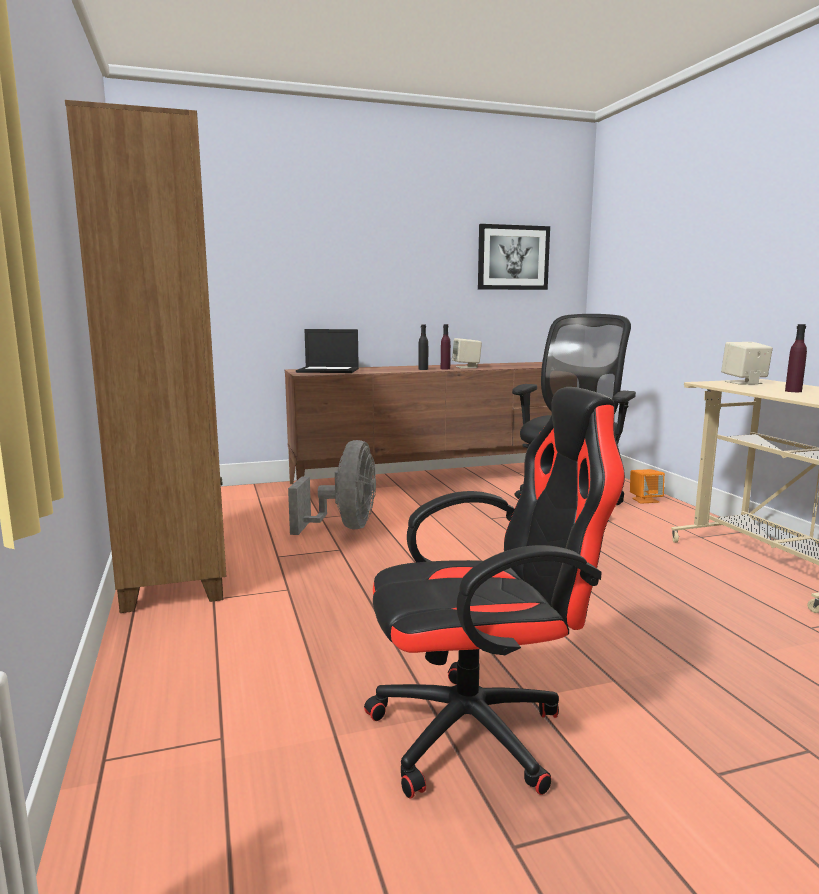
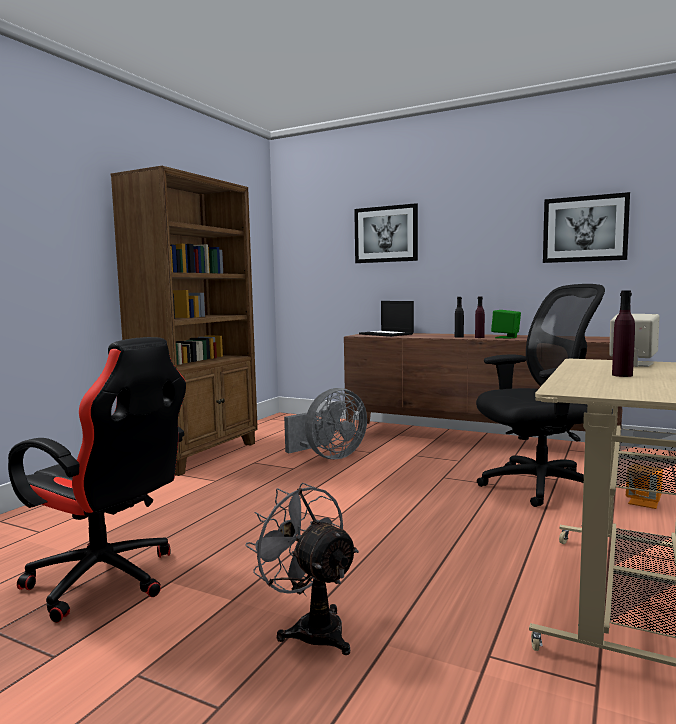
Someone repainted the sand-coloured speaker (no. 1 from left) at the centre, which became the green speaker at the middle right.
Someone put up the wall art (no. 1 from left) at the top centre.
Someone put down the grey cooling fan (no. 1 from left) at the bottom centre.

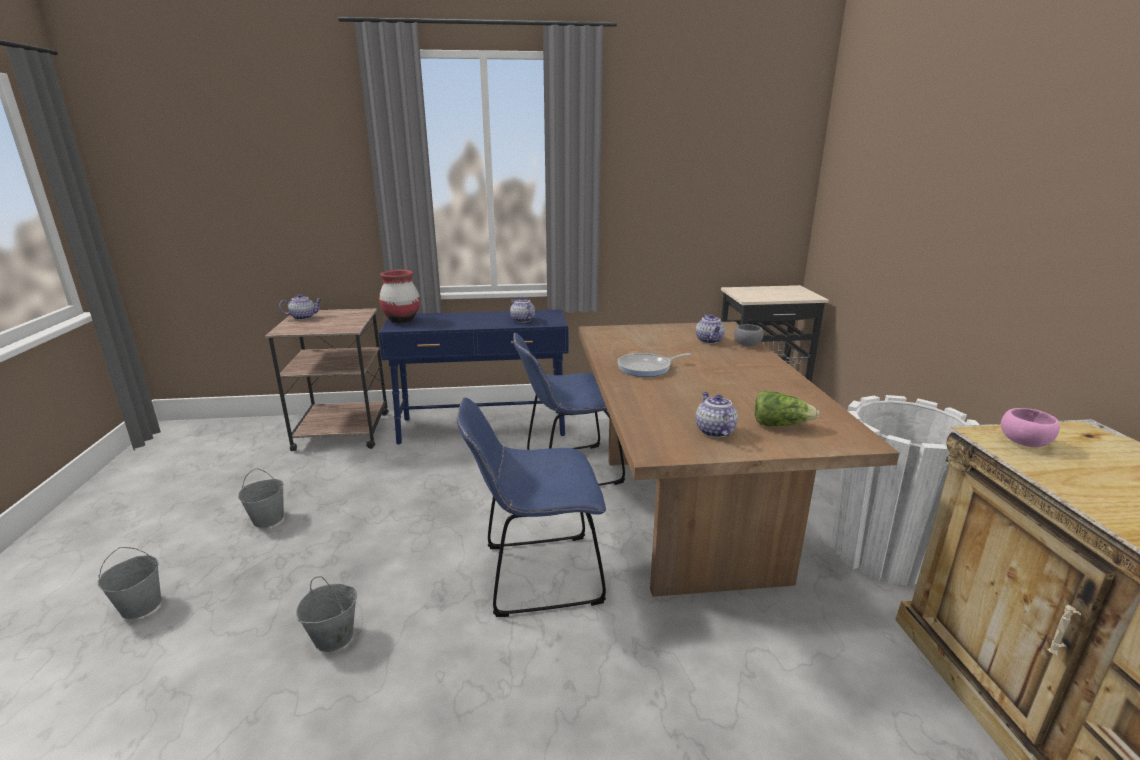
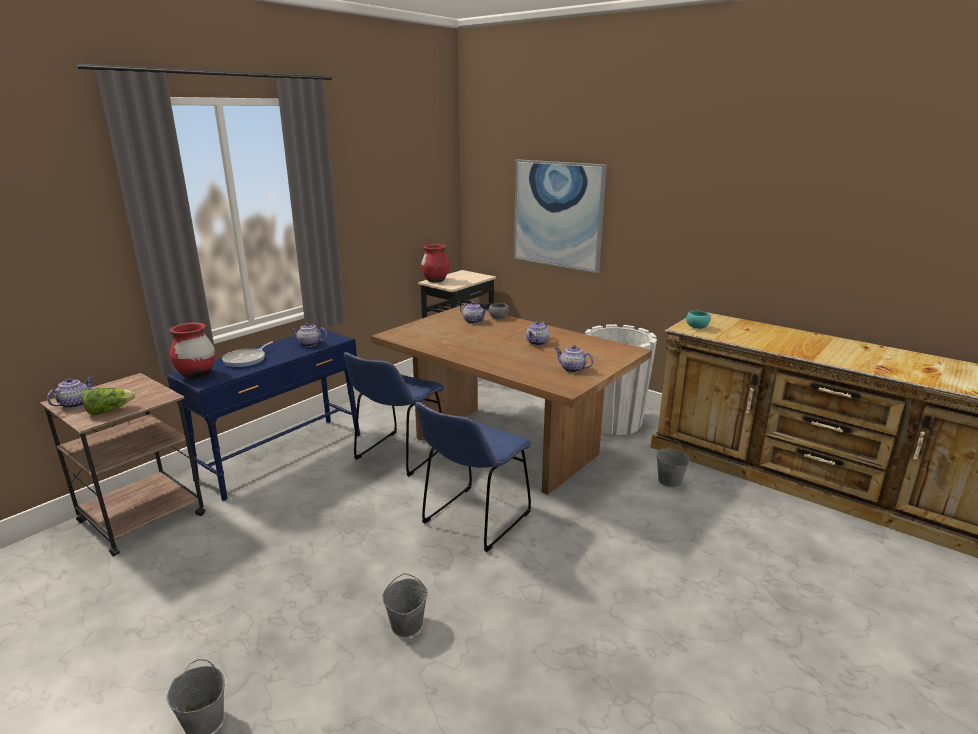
Someone carried the frying pan from the centre to the middle left.
Someone carried the head of lettuce from the middle right to the middle left.
Someone repainted the pink-coloured deep dish at the middle right, which became the turquoise deep dish at the middle right.
Someone carried the grey pail (no. 2 from left in the first image) from the middle left to the middle right.
Someone put up the wall art at the top centre.
Someone put down the red vase (no. 2 from left) at the centre.
Someone put down the teapot (no. 4 from left) at the centre.

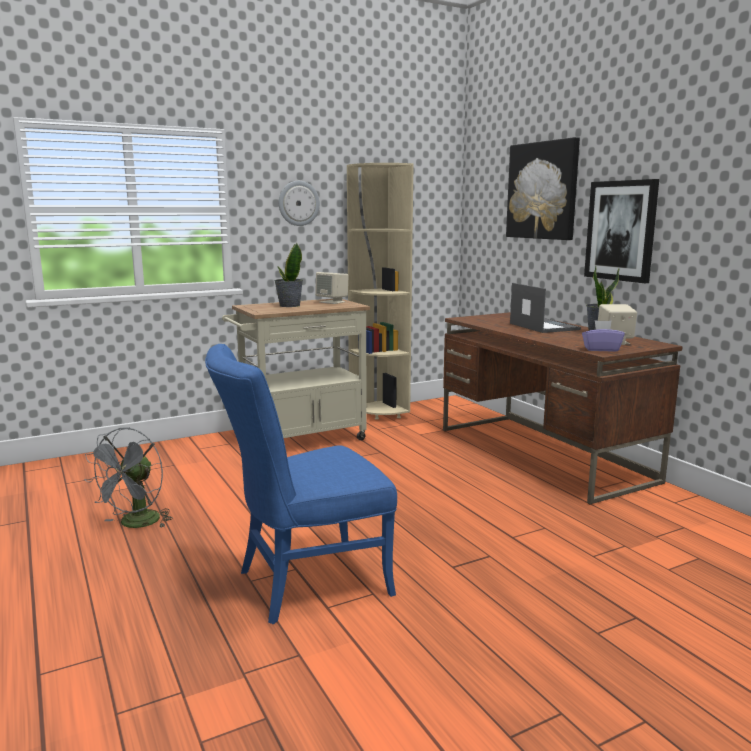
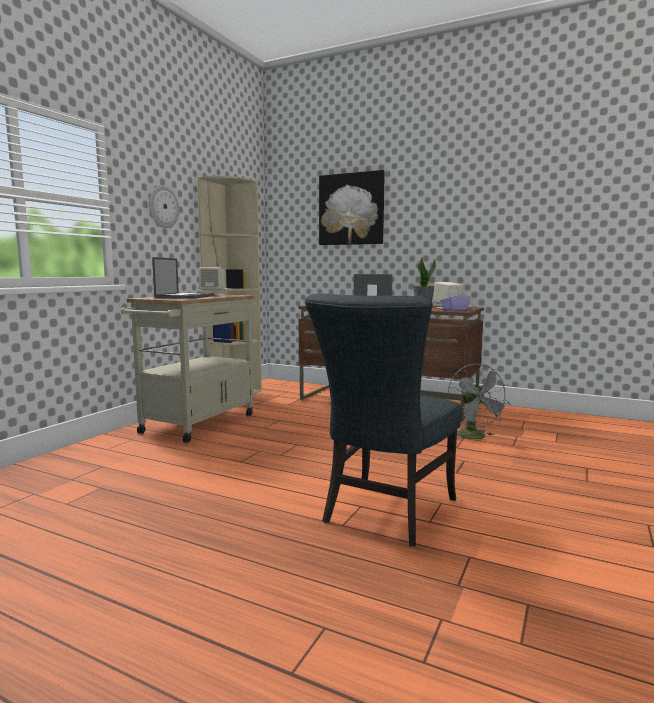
Someone took away the wall art (no. 2 from left) at the top right.
Someone swapped the plant in a pot (no. 1 from left) at the centre for the portable computer (no. 1 from left) at the middle left.
Someone repainted the blue-coloured upright chair at the centre, which became the grey upright chair at the centre.
Someone carried the grey cooling fan from the middle left to the middle right.

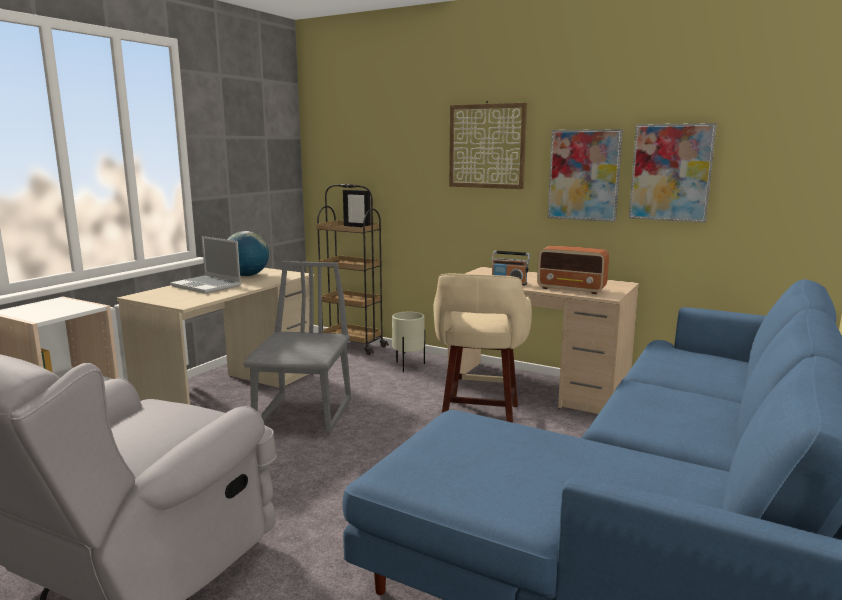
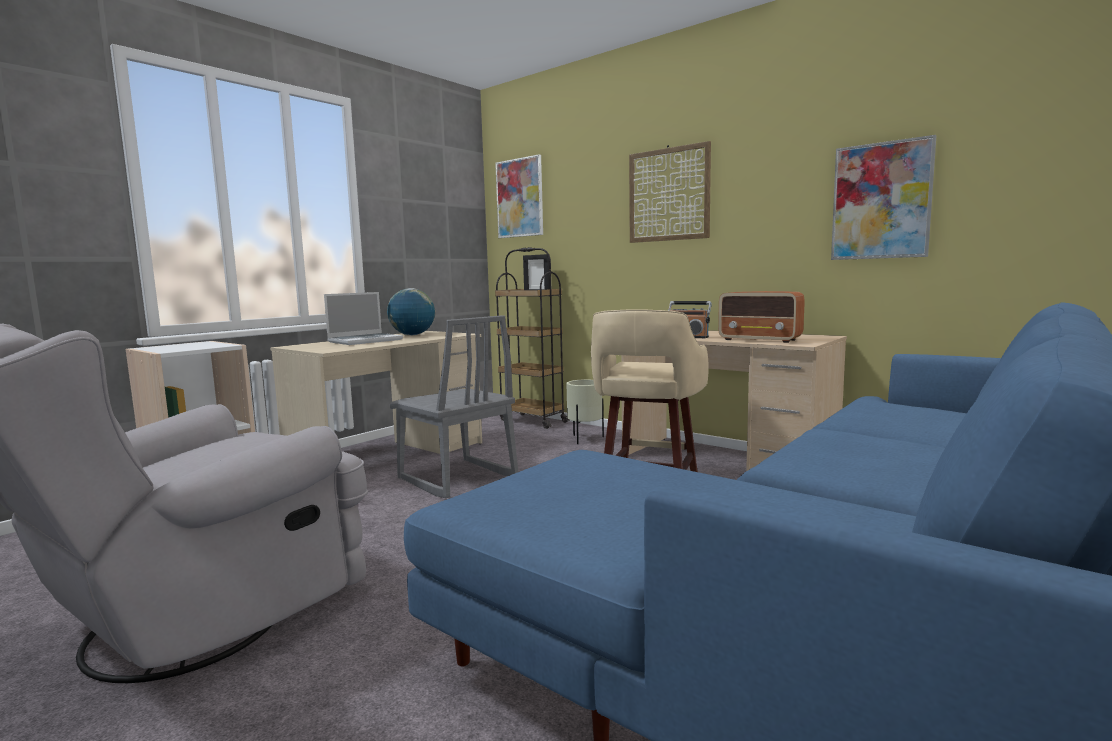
Someone carried the wall art (no. 2 from left in the first image) from the top right to the top centre.
Someone rotated the portable computer at the middle left by 90 degrees counterclockwise.
Someone rotated the grey upright chair at the centre by 120 degrees clockwise.

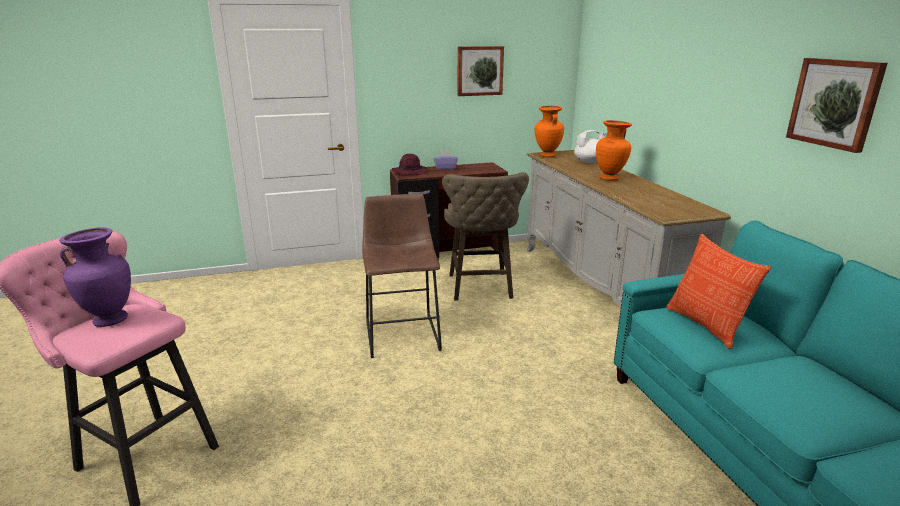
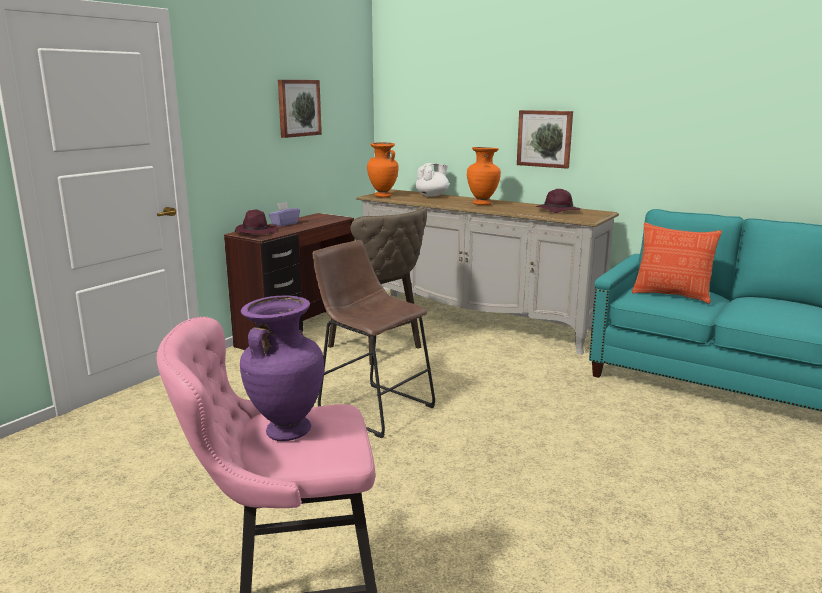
Someone carried the wall art (no. 2 from left) from the top right to the top centre.
Someone put down the purplish clothing hat (no. 2 from left) at the middle right.

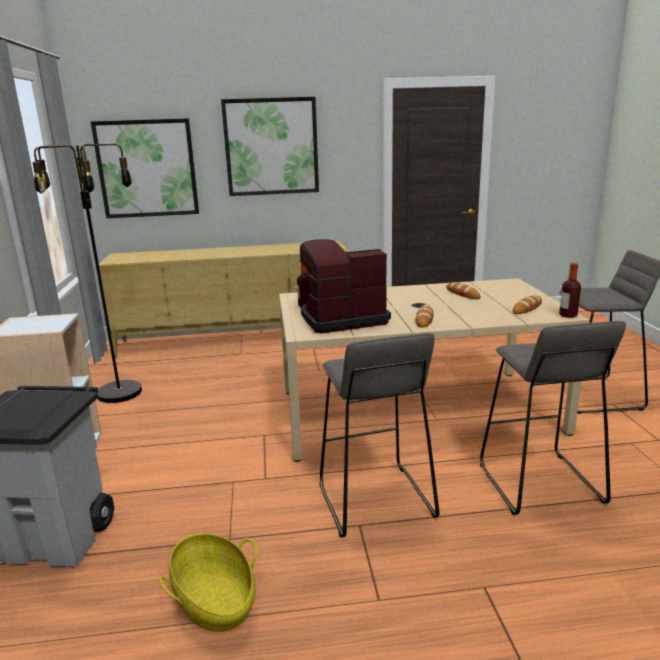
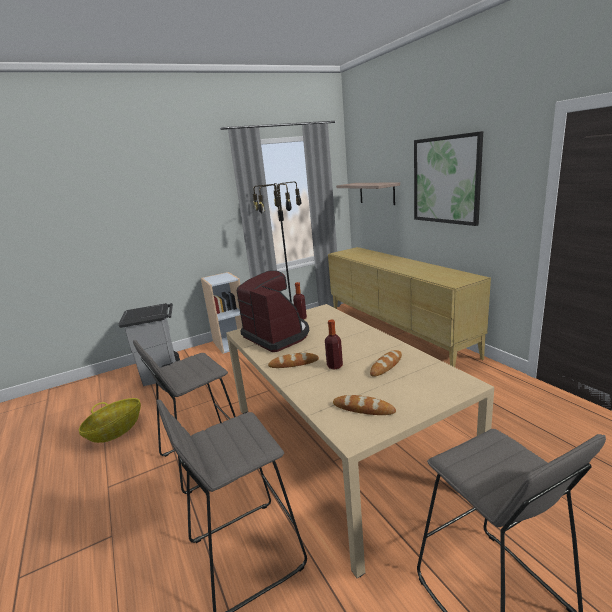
Someone swapped the wall art (no. 1 from left) at the top left for the shelf at the top centre.
Someone carried the beverage bottle (no. 2 from left) from the middle right to the centre.

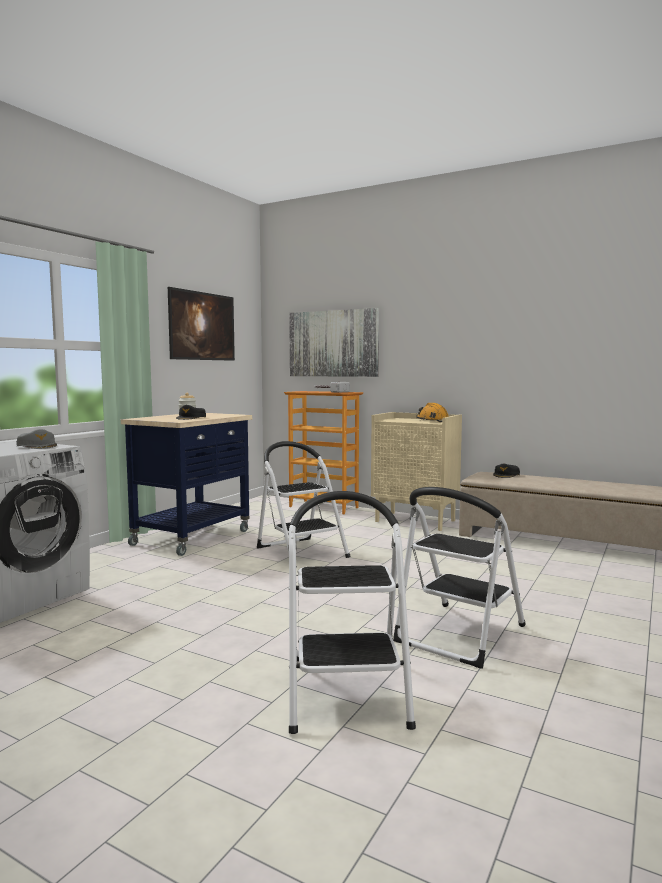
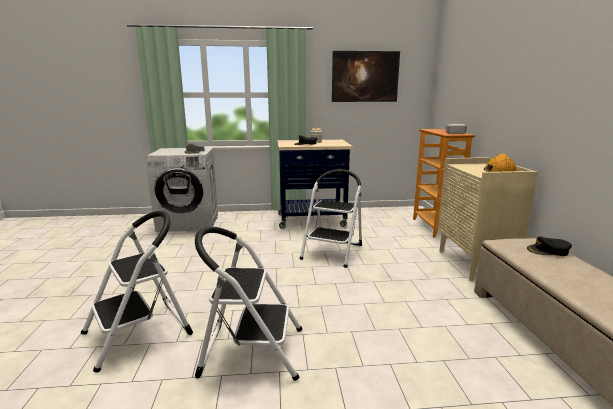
Someone took away the wall art (no. 2 from left) at the centre.

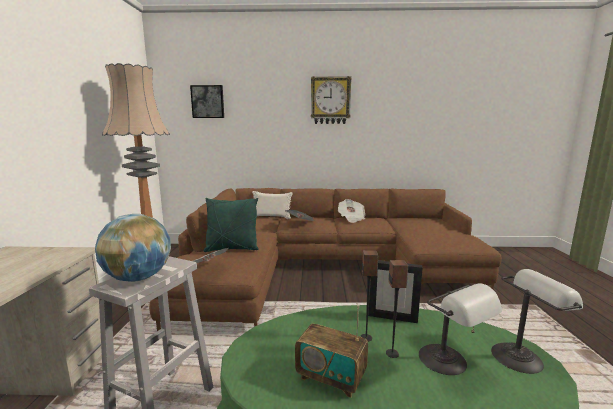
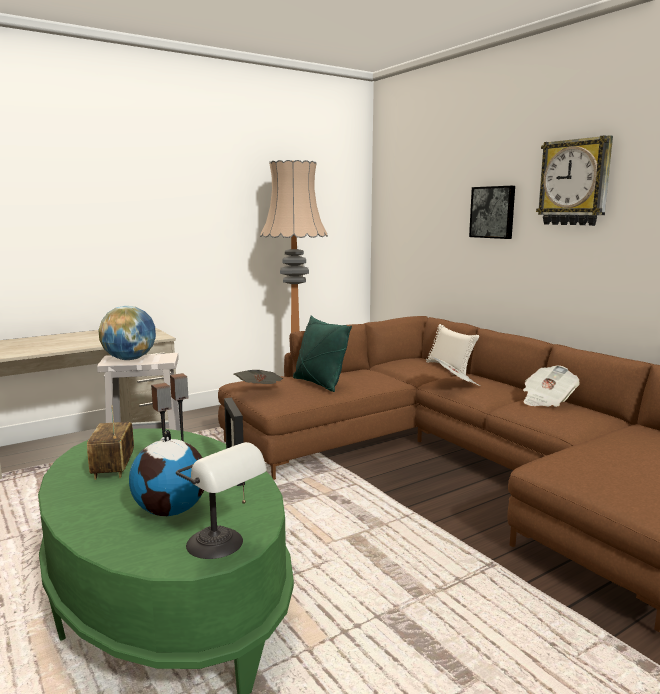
Someone carried the wall art from the top centre to the top right.
Someone swapped the table lamp (no. 1 from left) at the bottom right for the globe (no. 2 from left) at the bottom left.

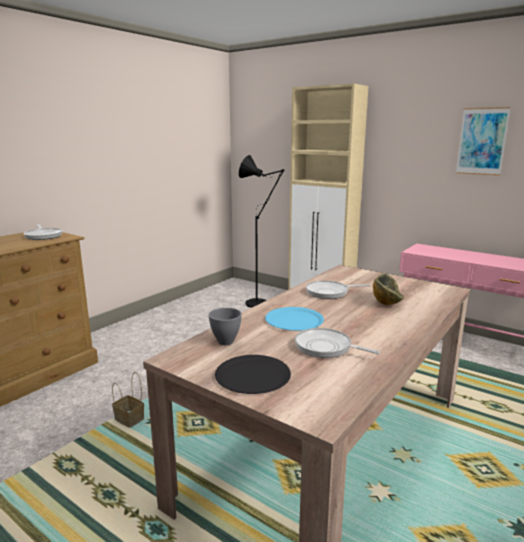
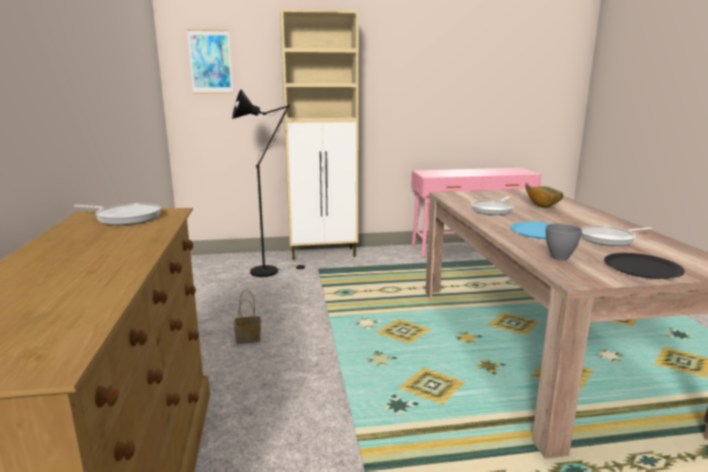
Someone carried the wall art from the top right to the top left.
Someone carried the household basket from the bottom left to the bottom centre.

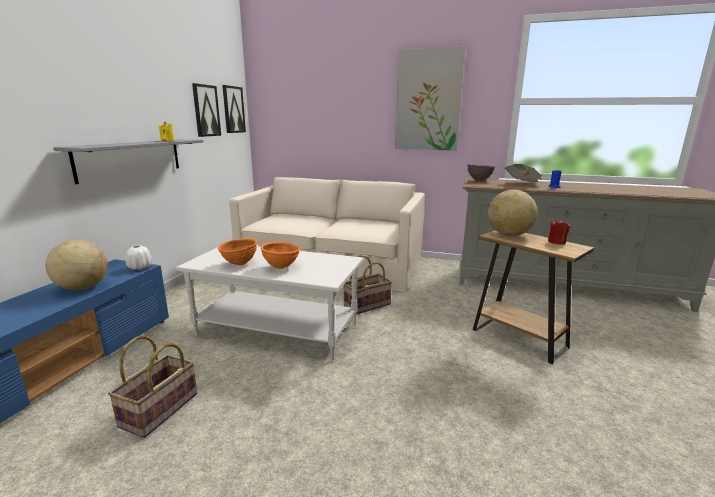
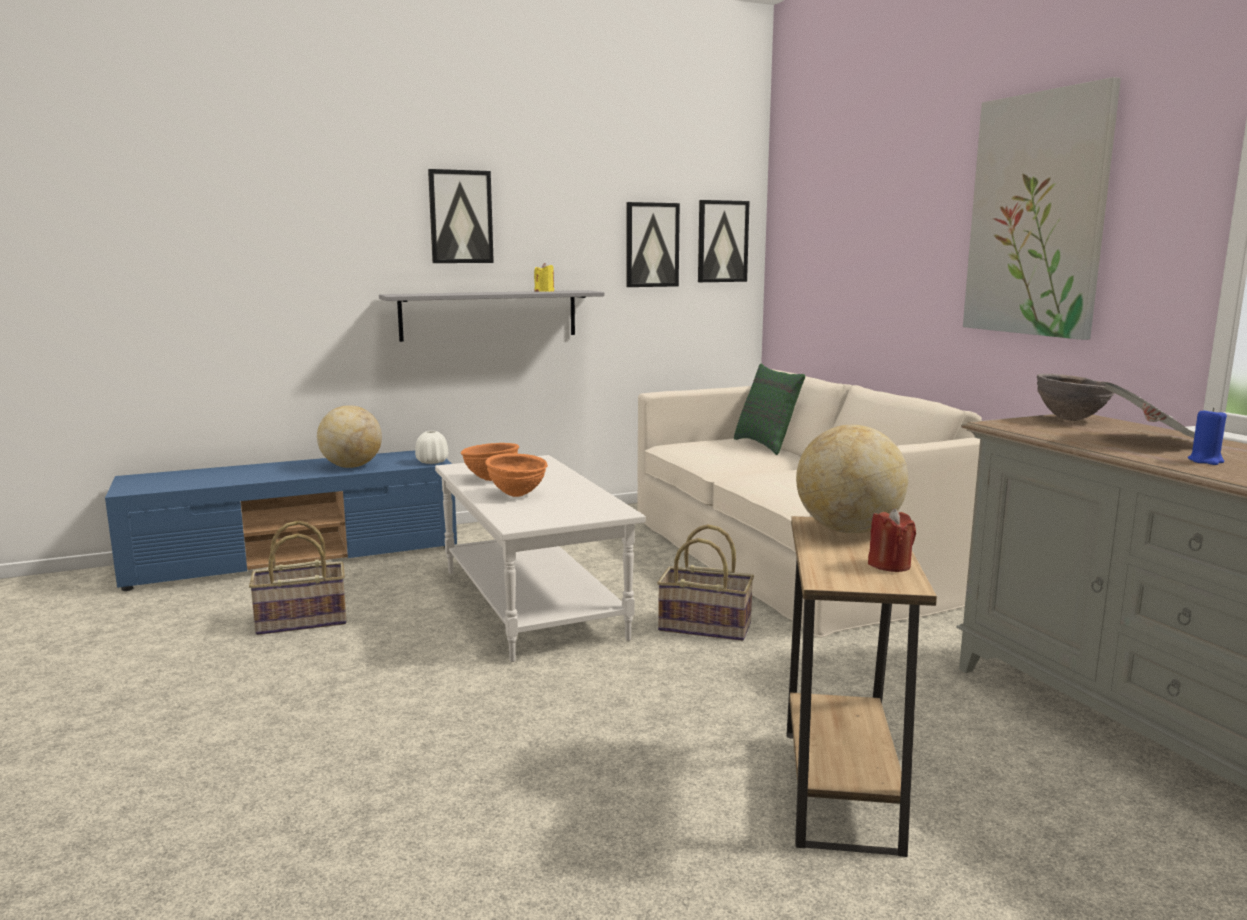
Someone put up the wall art (no. 1 from left) at the top centre.
Someone put down the green pillow at the centre.

